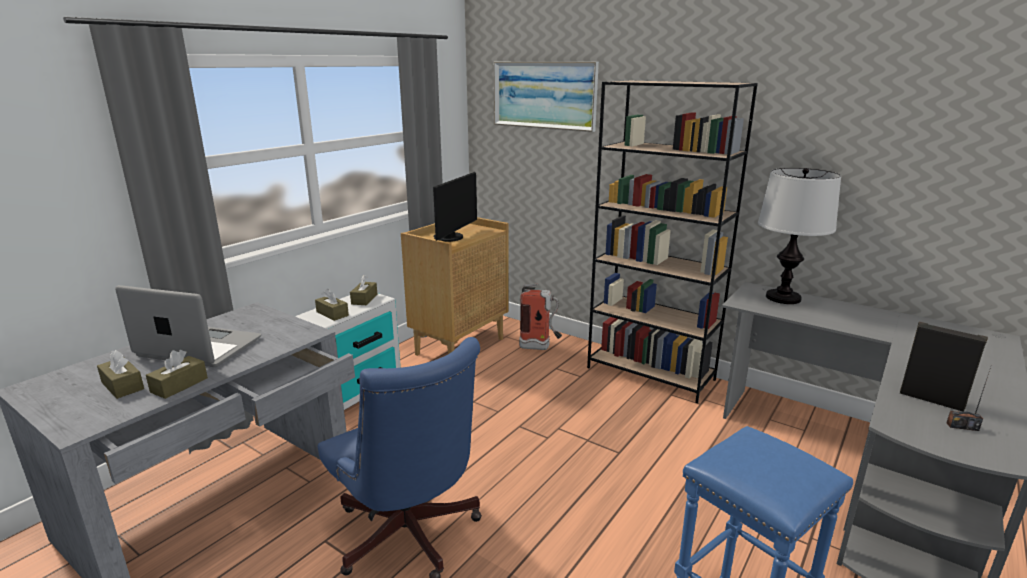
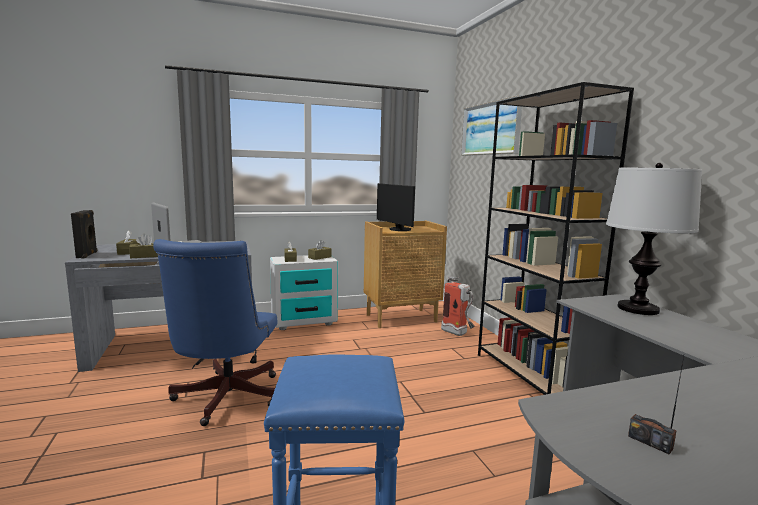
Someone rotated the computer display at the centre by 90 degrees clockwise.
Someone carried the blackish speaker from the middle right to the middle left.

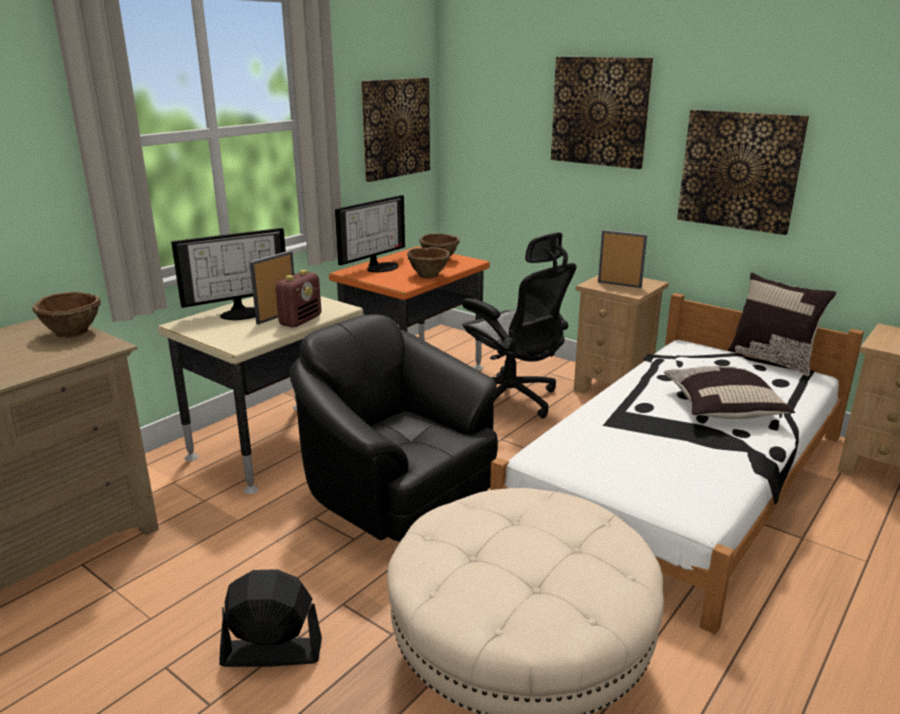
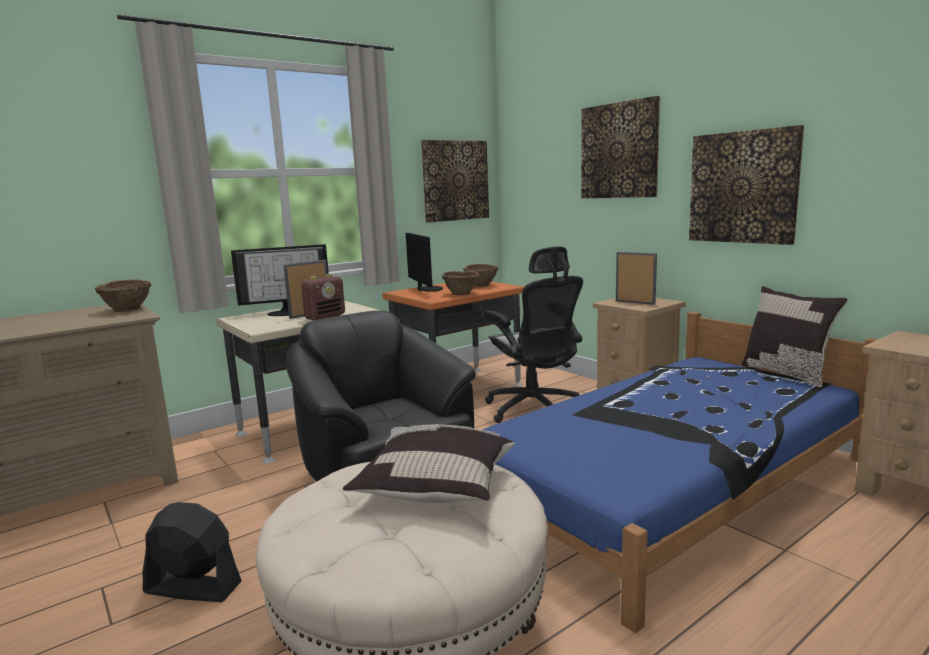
Someone rotated the computer display (no. 2 from left) at the top centre by 75 degrees counterclockwise.
Someone repainted the whitish bed at the middle right, which became the blue-coloured bed at the bottom right.
Someone carried the pillow (no. 1 from left) from the middle right to the bottom centre.

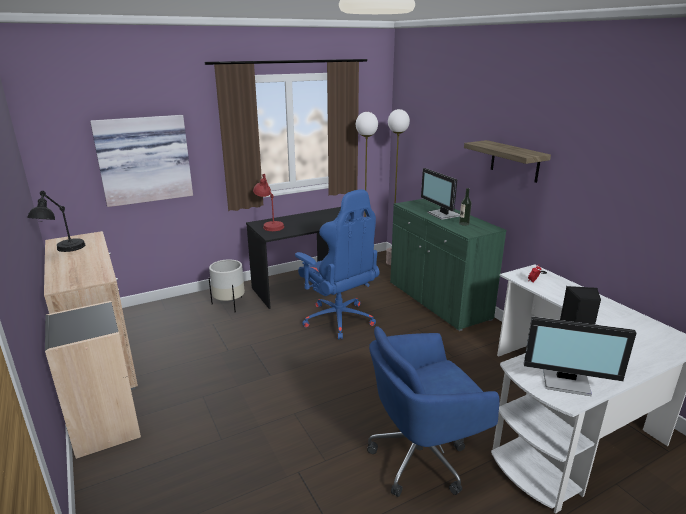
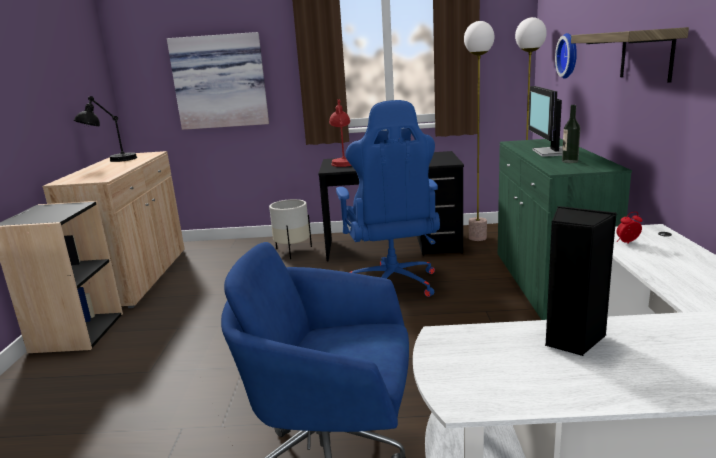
Someone took away the computer display (no. 2 from left) at the bottom right.
Someone put up the hanging clock at the top right.

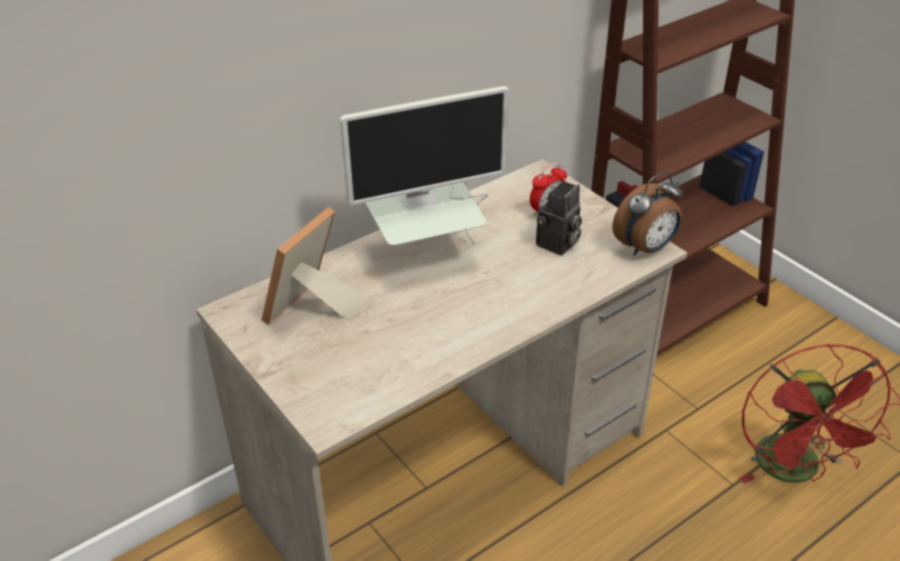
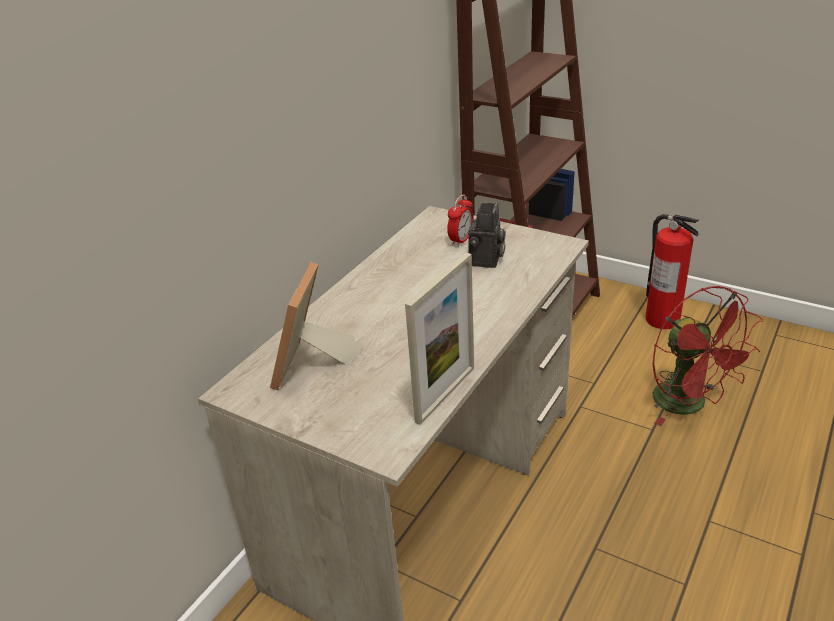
Someone took away the computer display at the top centre.
Someone took away the bedside clock (no. 2 from left) at the middle right.
Someone put down the fire extinguisher at the middle right.
Someone put down the standing frame (no. 2 from left) at the centre.

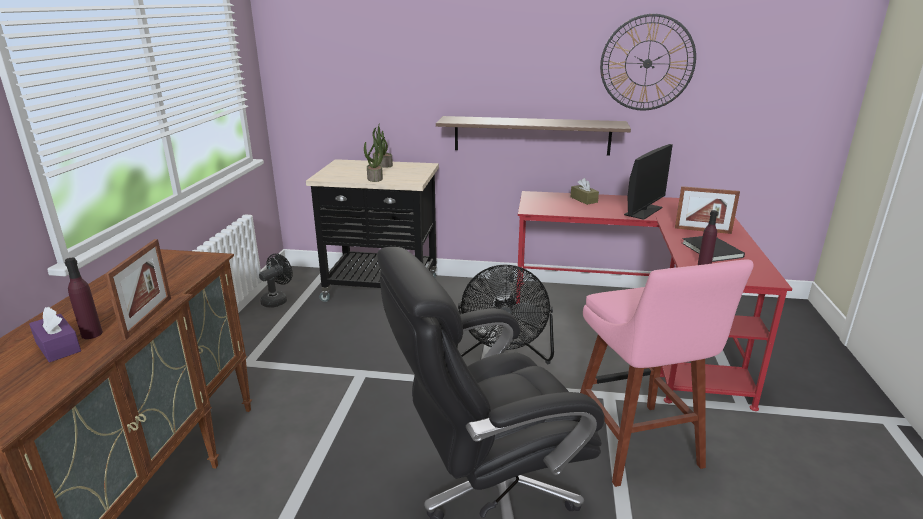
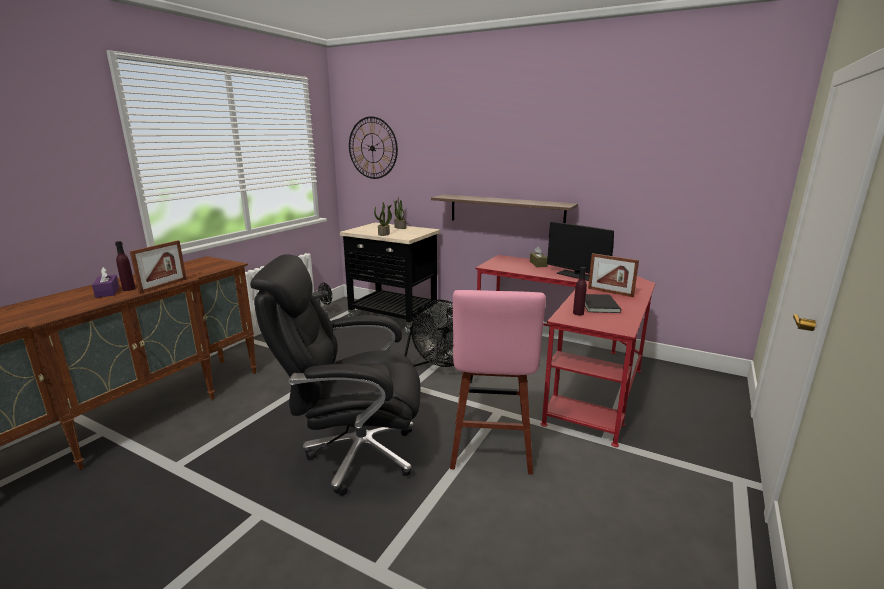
Someone carried the hanging clock from the top right to the top centre.
Someone rotated the computer display at the middle right by 75 degrees clockwise.

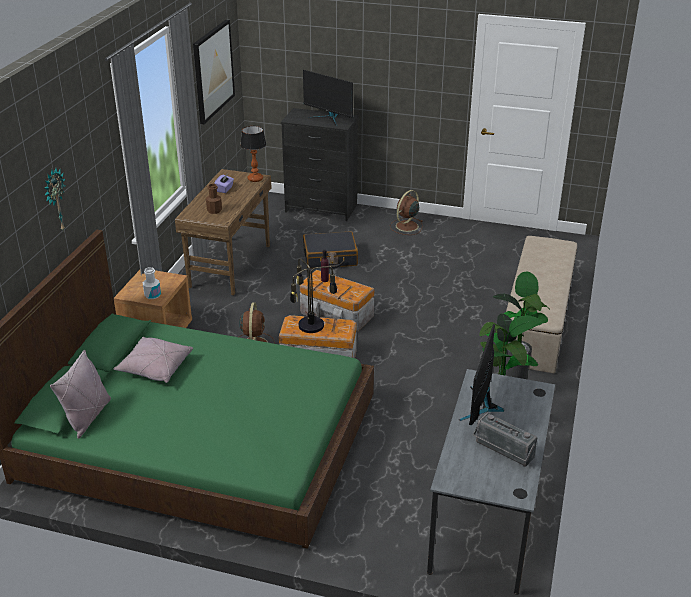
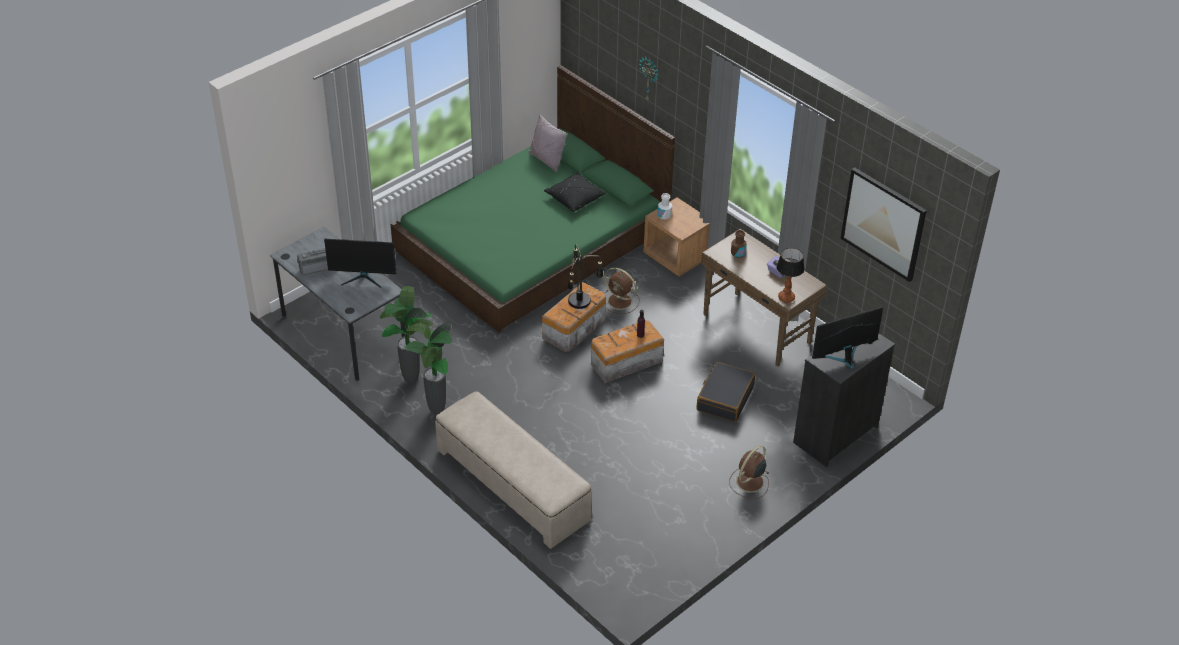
Someone rotated the brown cooling fan (no. 2 from left) at the centre by 120 degrees counterclockwise.
Someone rotated the computer display (no. 2 from left in the first image) at the middle right by 135 degrees clockwise.
Someone repainted the purplish pillow (no. 2 from left) at the middle left, which became the blackish pillow at the top centre.

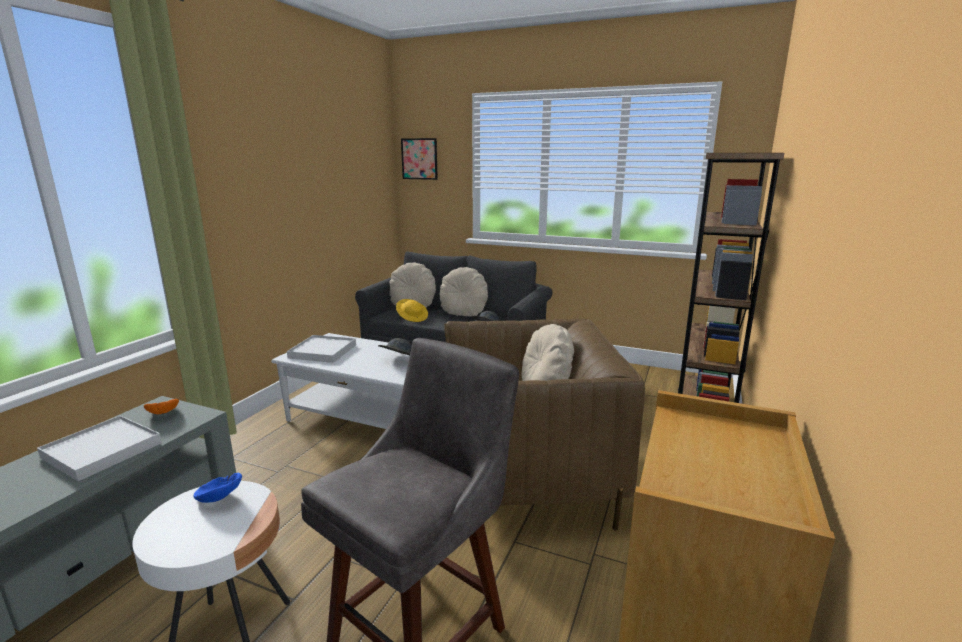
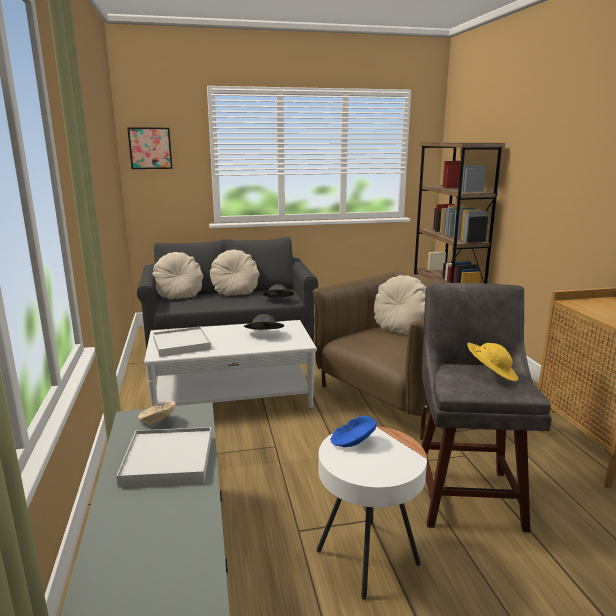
Someone carried the yellowish clothing hat from the centre to the middle right.
Someone repainted the orange-coloured deep dish at the middle left, which became the sand-coloured deep dish at the bottom left.

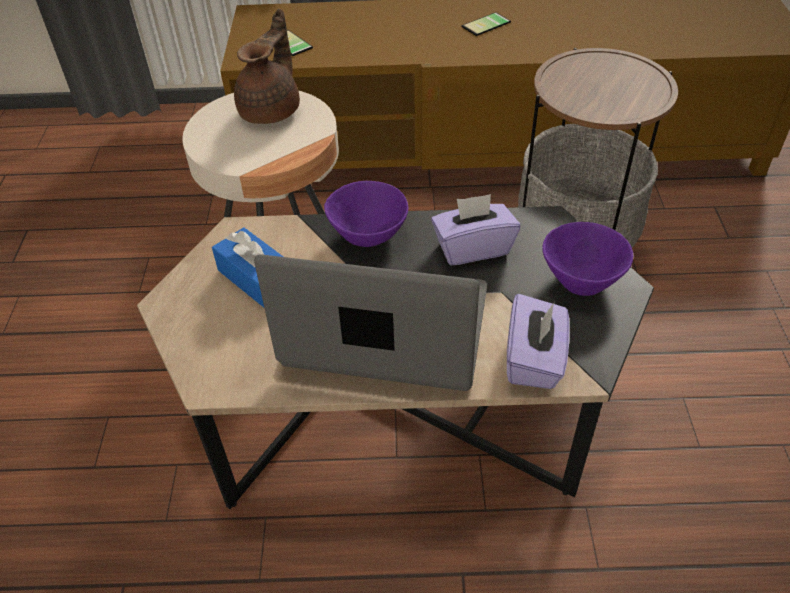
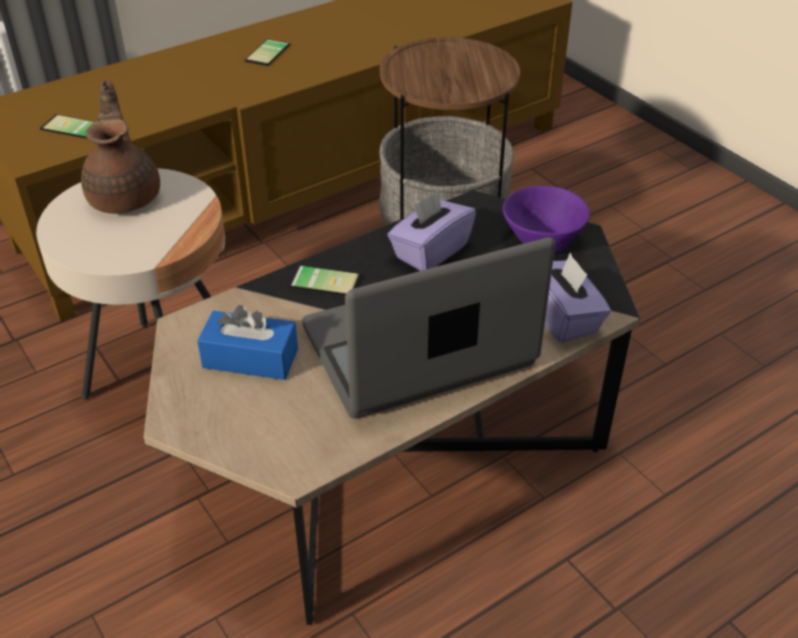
Someone swapped the purplish deep dish (no. 1 from left) at the centre for the phone (no. 3 from left) at the centre.

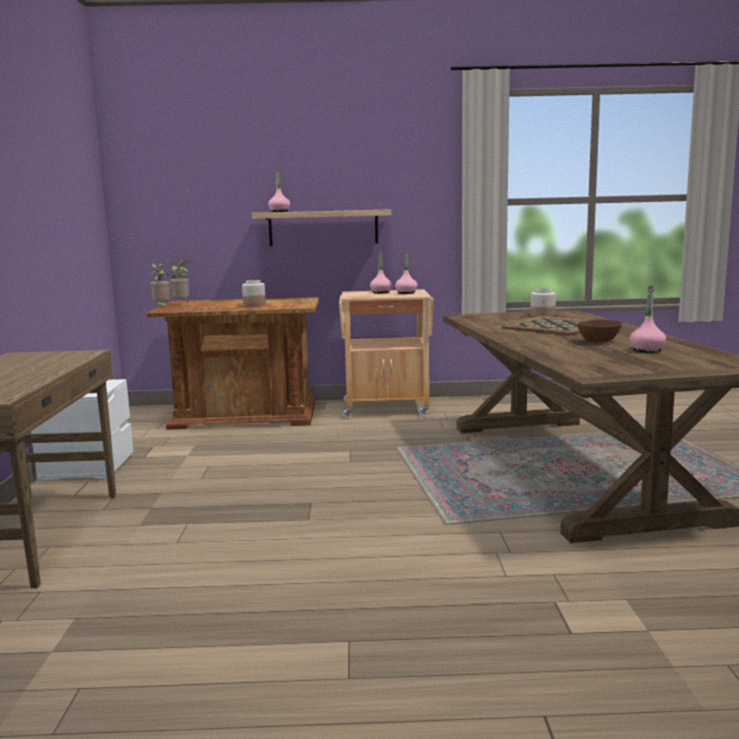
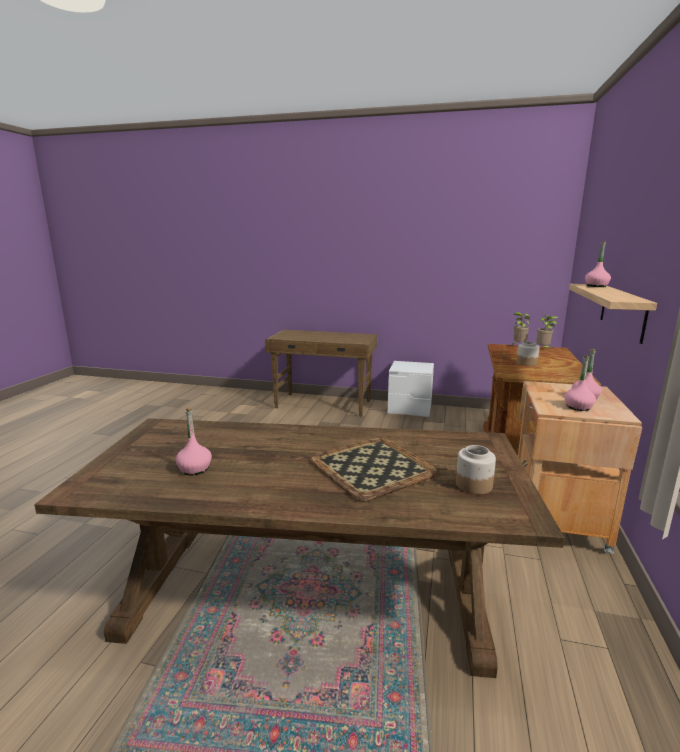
Someone took away the brown deep dish at the middle right.

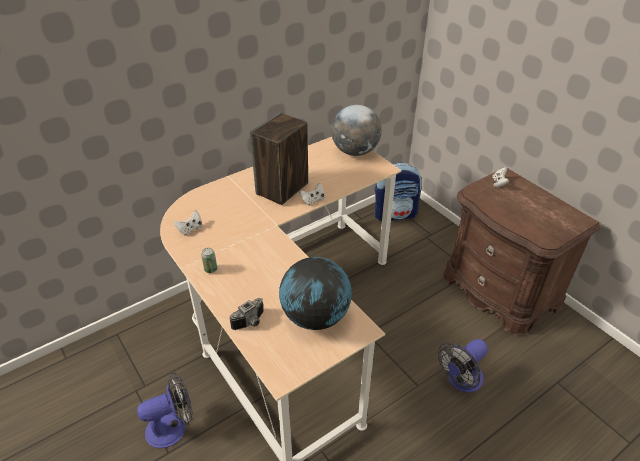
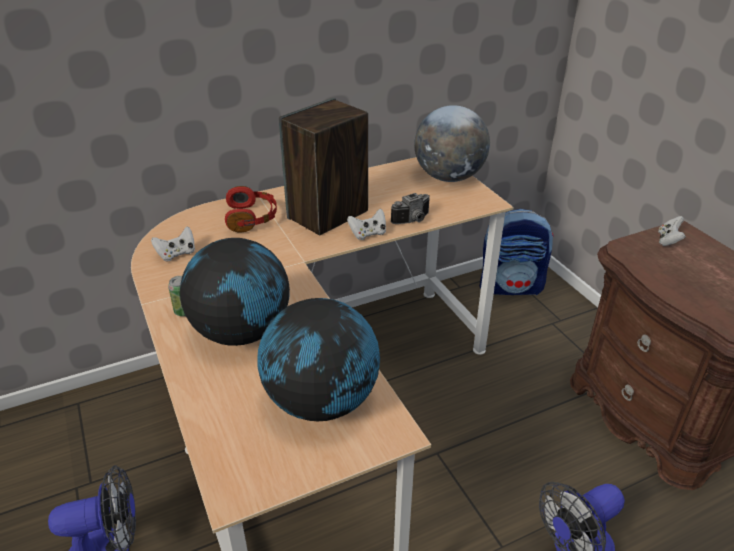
Someone carried the still camera from the bottom centre to the centre.
Someone put down the red headphones at the centre.
Someone put down the globe (no. 1 from left) at the middle left.

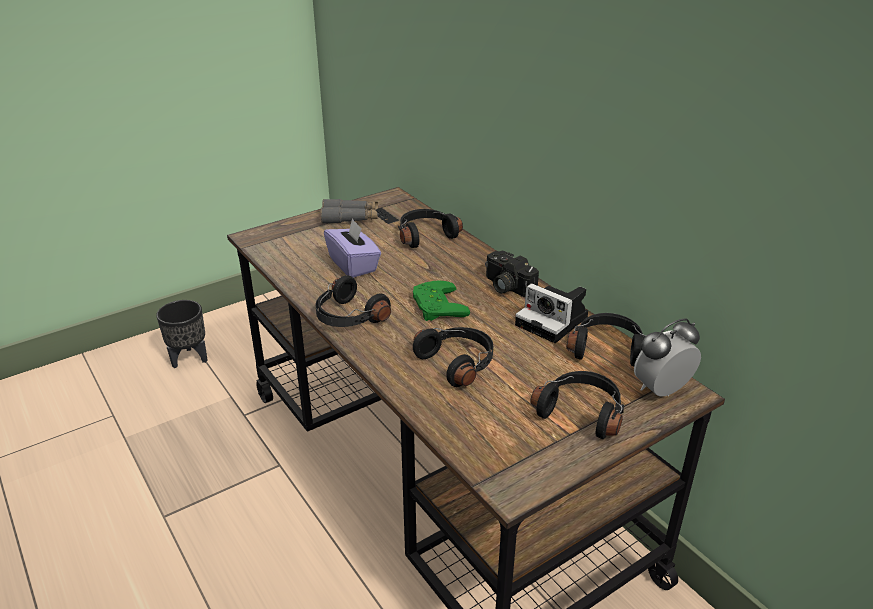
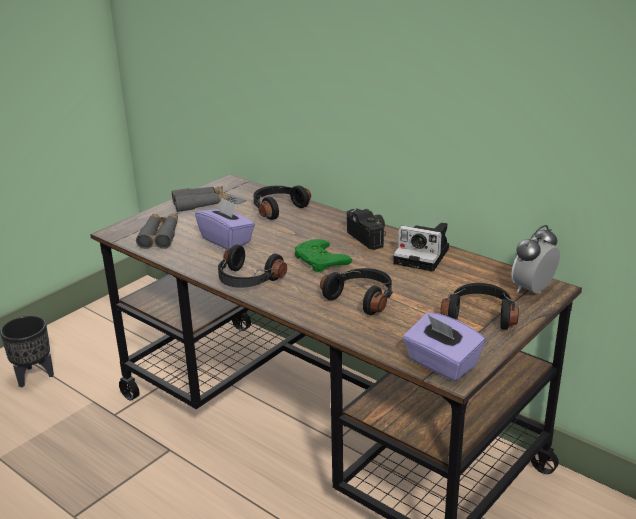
Someone rotated the still camera (no. 1 from left) at the centre by 150 degrees counterclockwise.
Someone took away the blackish headphones (no. 5 from left) at the middle right.
Someone put down the grey binoculars (no. 1 from left) at the middle left.
Someone put down the purplish tissue holder (no. 2 from left) at the bottom right.

